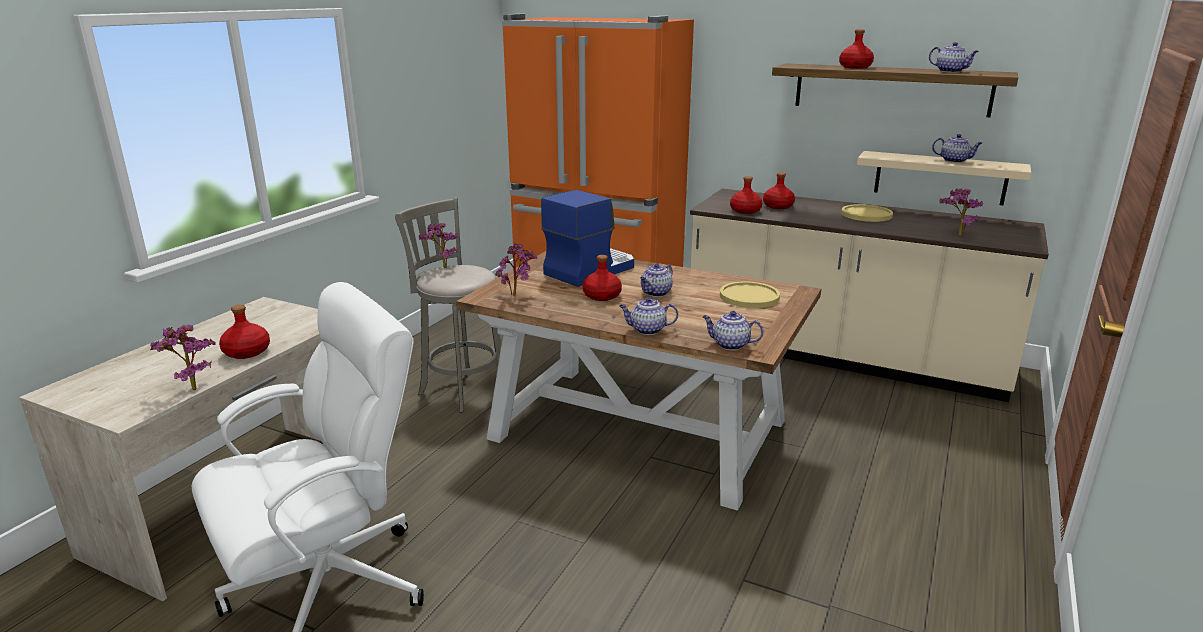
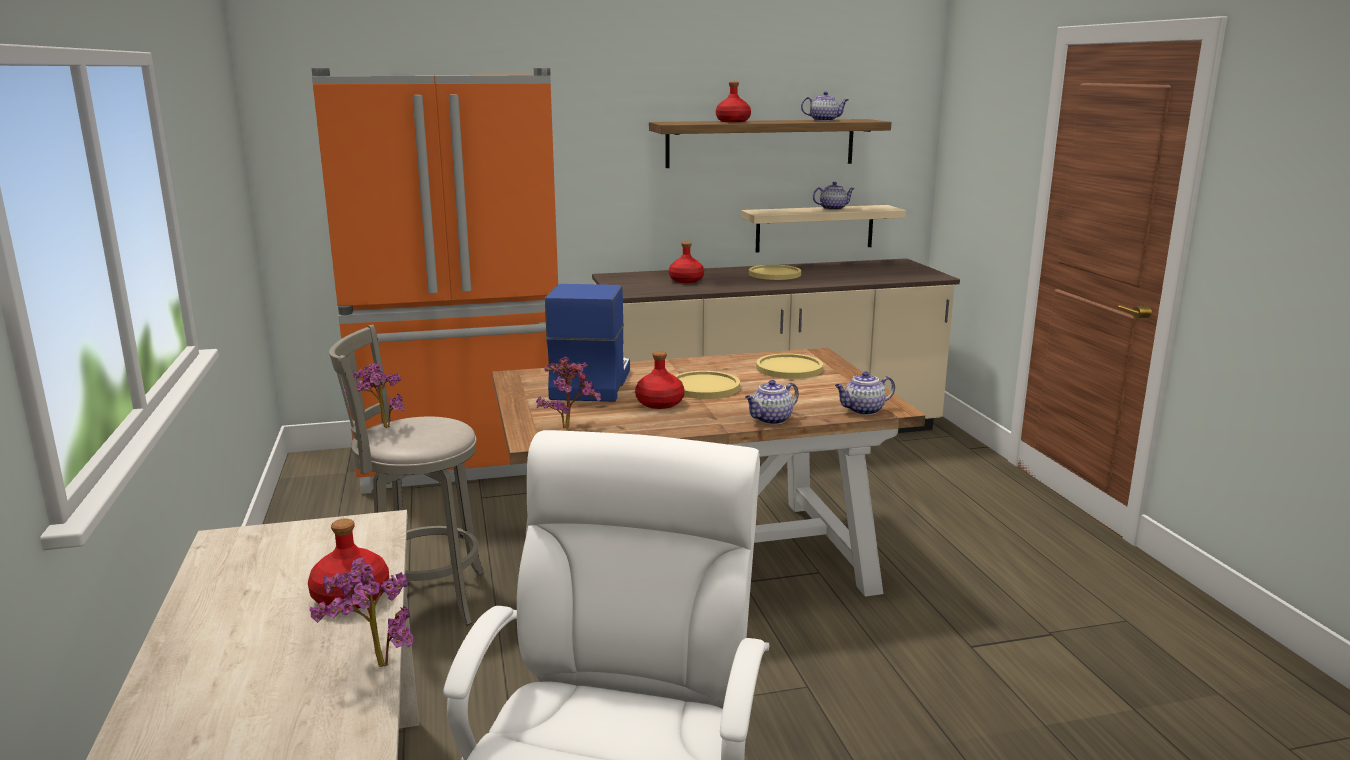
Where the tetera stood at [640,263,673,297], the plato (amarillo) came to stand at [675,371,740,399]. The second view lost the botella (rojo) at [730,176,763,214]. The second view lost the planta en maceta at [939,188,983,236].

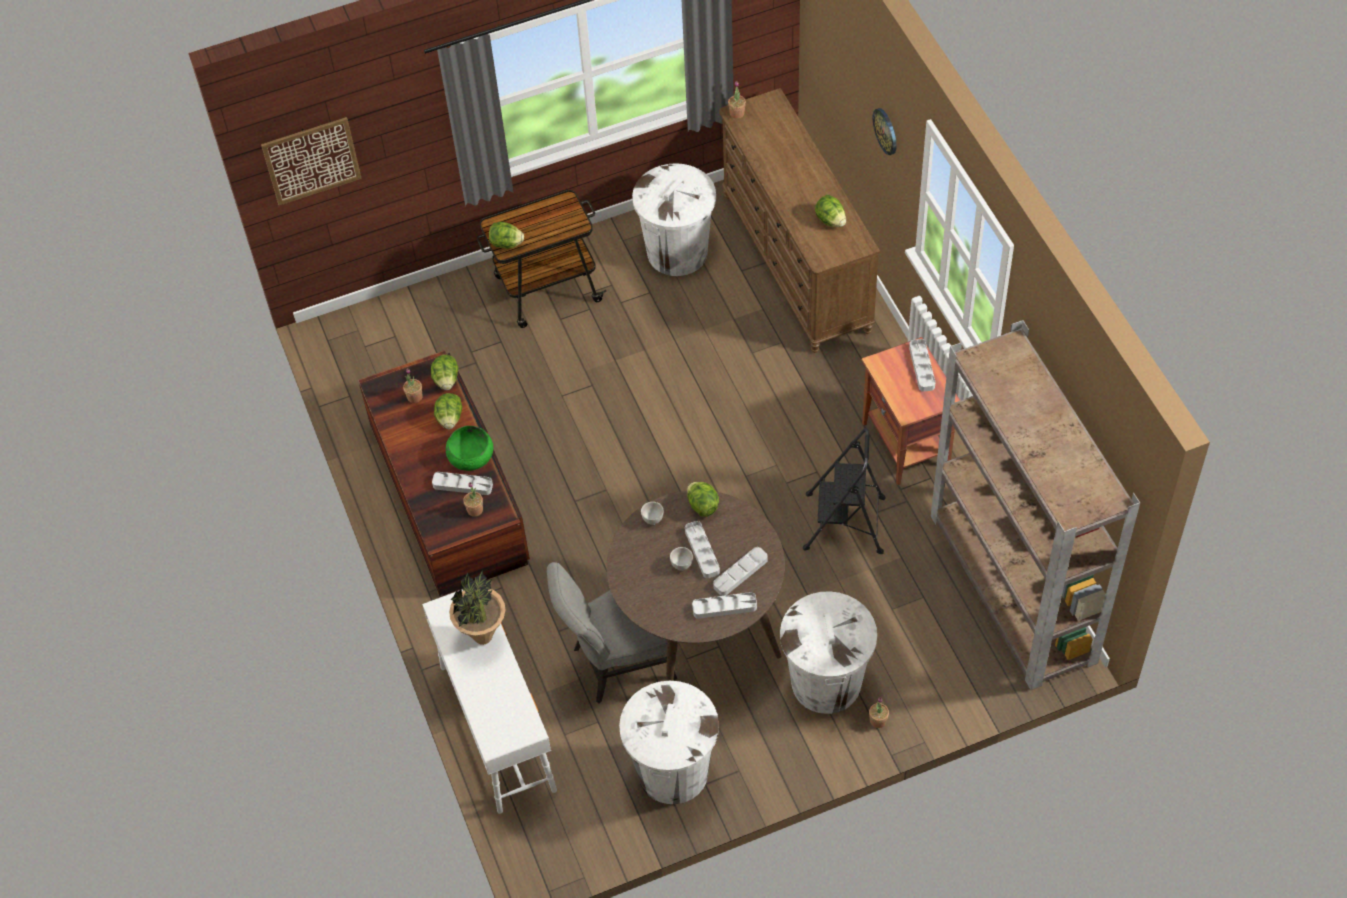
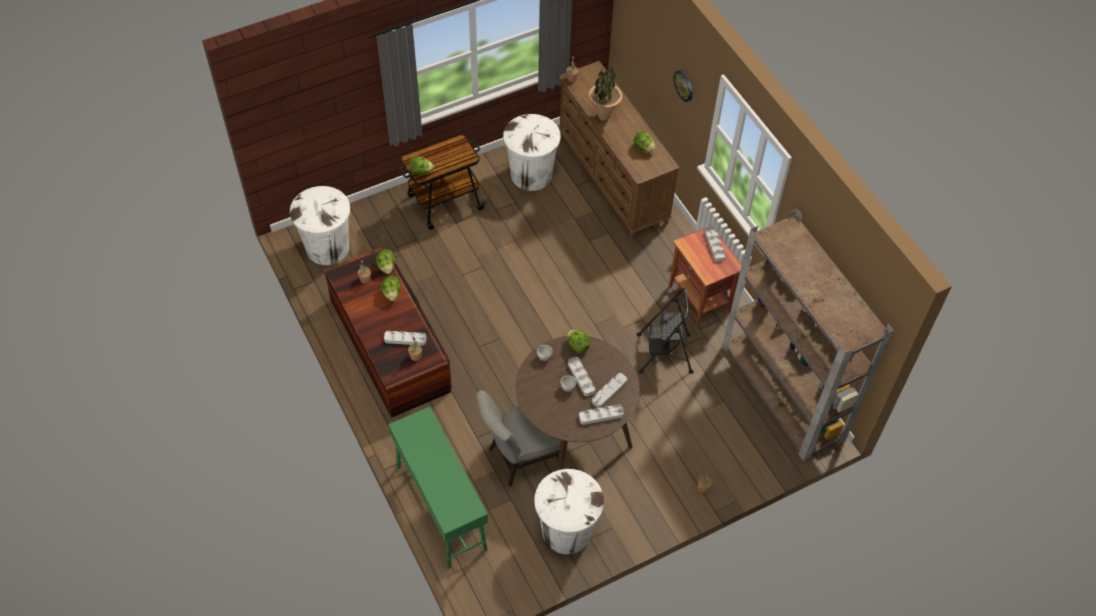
The papelera (blanco) ended up elsewhere, having gone from [780,591,877,714] to [290,186,350,265]. What was the mesa consola (blanco) at [422,589,557,814] turned into the mesa consola (verde) at [388,406,488,568]. The planta en maceta ended up elsewhere, having gone from [449,570,505,645] to [589,67,622,121]. The second view lost the cuadro at [261,117,362,205]. The second view lost the cuenco (verde) at [446,426,493,471].

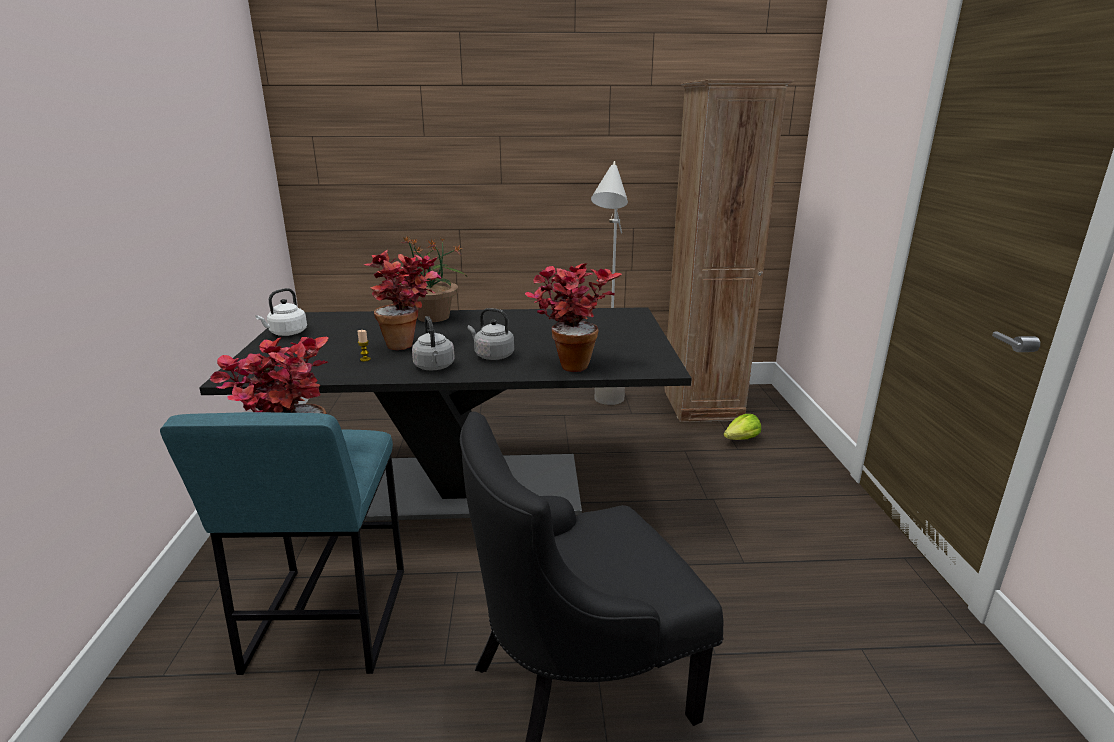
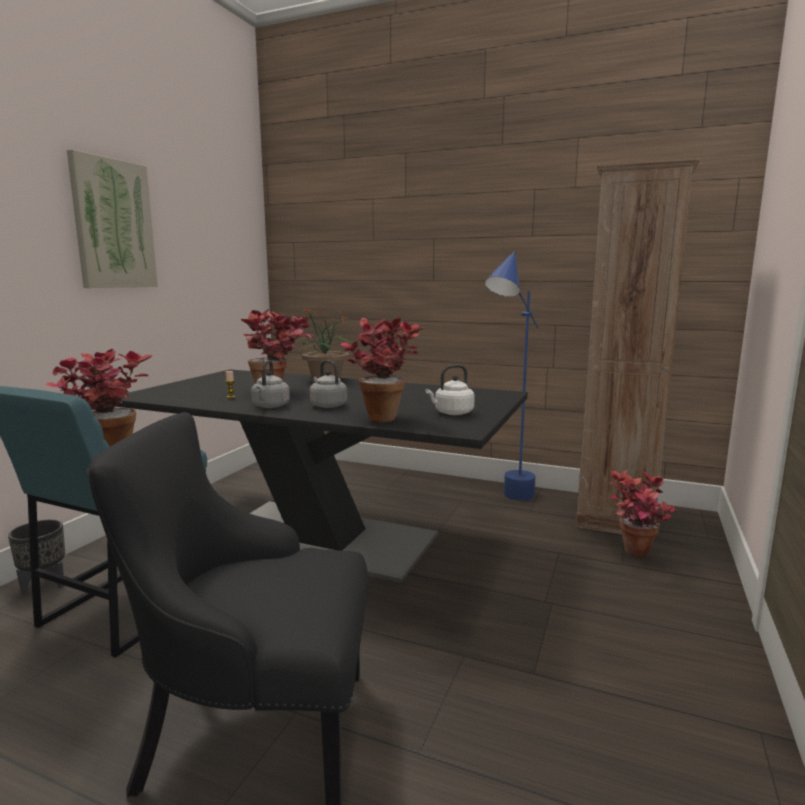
The second view gained the maceta (negro) at [8,520,65,595]. The second view gained the cuadro at [67,149,158,288]. The hervidor (blanco) ended up elsewhere, having gone from [255,288,307,336] to [426,365,475,415]. What was the lámpara de pie (gris) at [591,161,628,405] turned into the lámpara de pie (azul) at [485,251,538,501]. Where the lechuga stood at [724,414,761,440], the planta en maceta came to stand at [610,470,678,557].

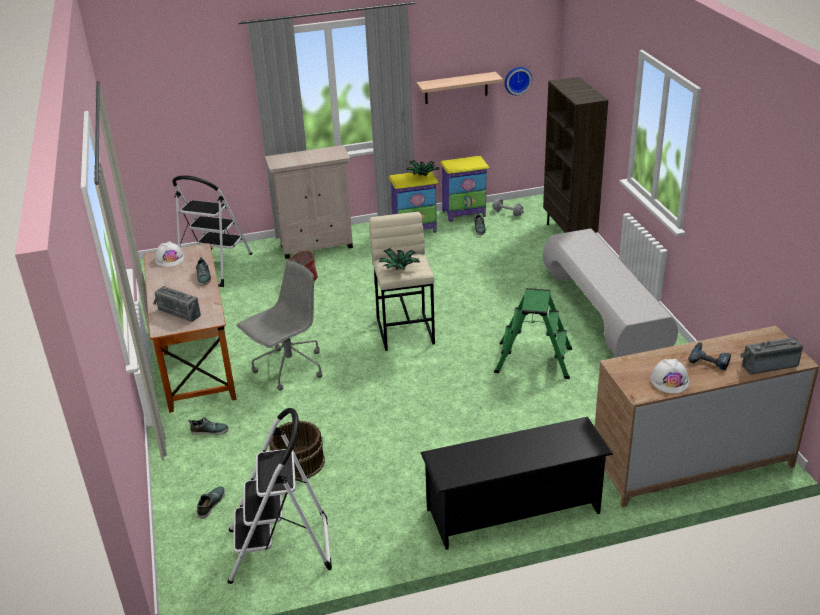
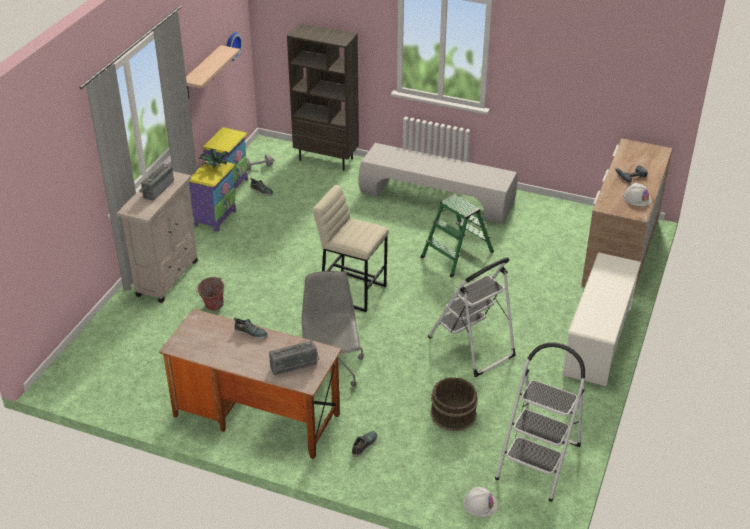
The radio ended up elsewhere, having gone from [740,337,803,374] to [139,164,174,200]. The escalera de tijera ended up elsewhere, having gone from [173,175,252,287] to [428,257,515,377]. The casco (blanco) ended up elsewhere, having gone from [155,241,184,267] to [463,487,498,517]. What was the zapatero (negro) at [421,417,613,550] turned into the zapatero (blanco) at [562,252,641,386]. The second view lost the zapato at [197,486,225,519]. The second view lost the planta en maceta at [379,248,420,270].

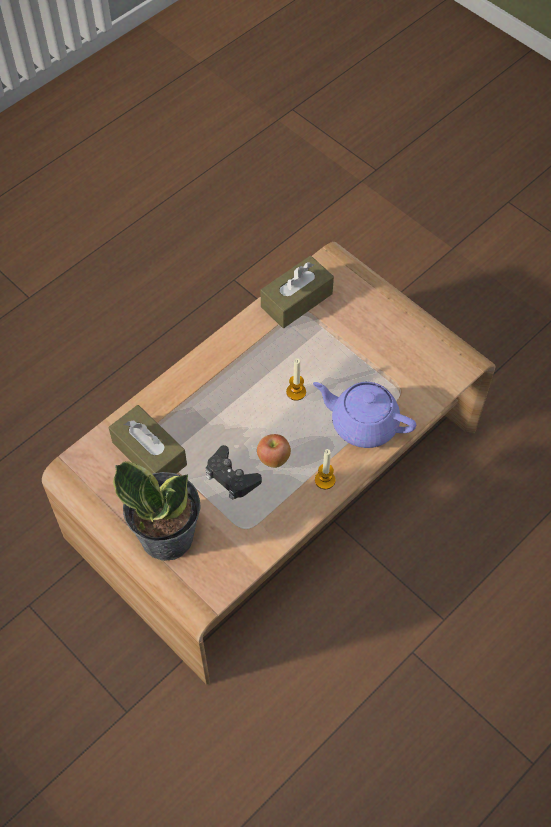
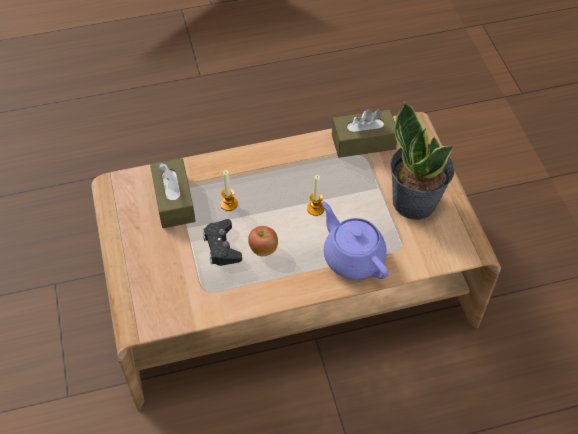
The vela ended up elsewhere, having gone from [315,449,335,489] to [220,170,238,211]. The planta en maceta ended up elsewhere, having gone from [113,461,201,561] to [390,102,455,220].

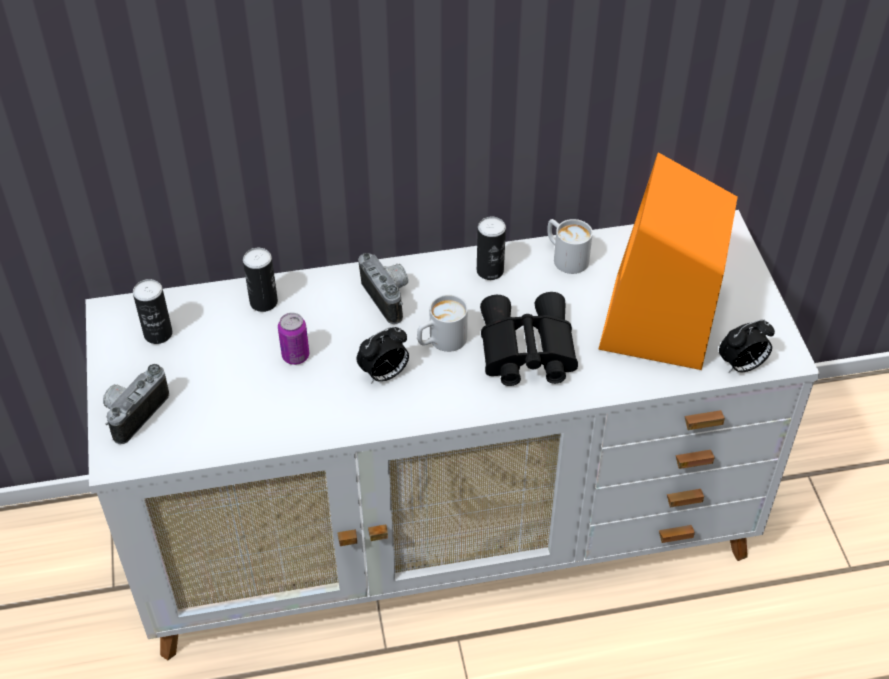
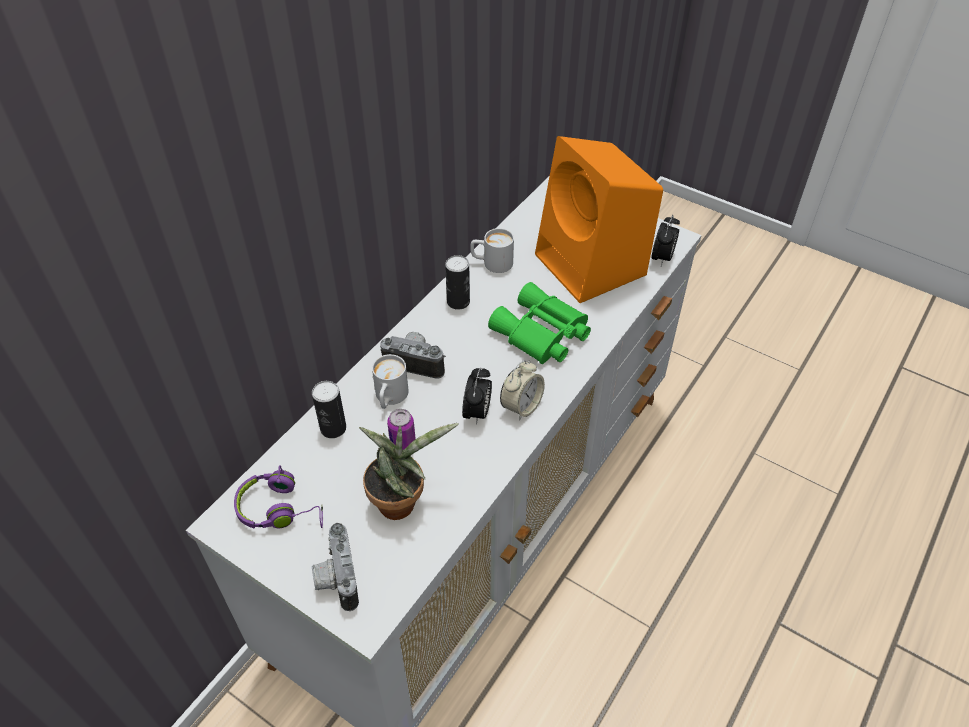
Where the lata stood at [133,279,173,344], the auriculares (morado) came to stand at [234,465,323,529]. The second view gained the planta en maceta at [359,423,459,520]. The taza grande (blanco) ended up elsewhere, having gone from [417,294,468,352] to [372,354,408,409]. What was the prismáticos (negro) at [480,292,578,386] turned into the prismáticos (verde) at [488,282,591,364]. The second view gained the despertador at [500,360,545,420].

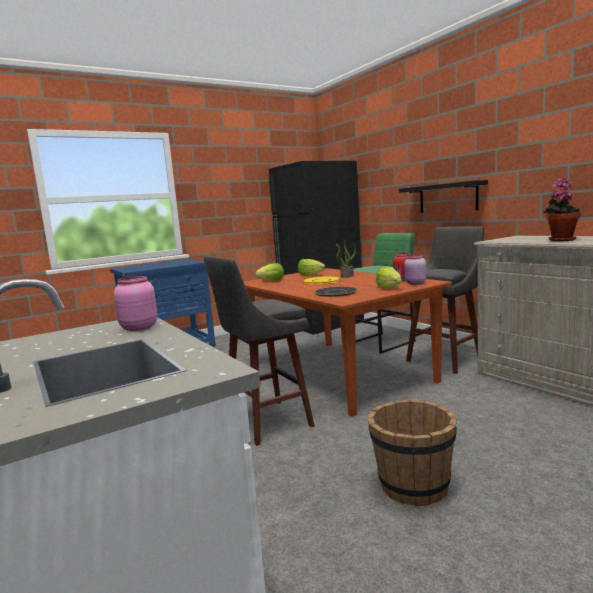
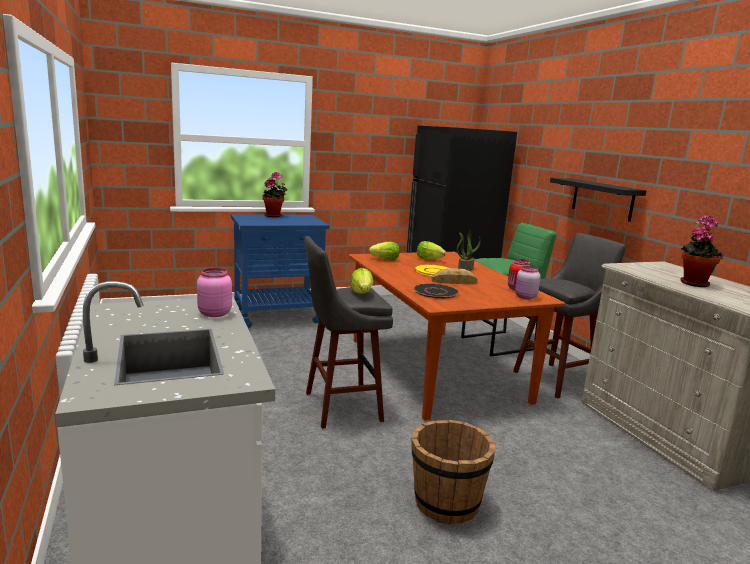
The second view gained the planta en maceta at [262,172,287,217]. The lechuga ended up elsewhere, having gone from [376,266,402,288] to [350,268,373,293]. The second view gained the pan at [431,268,477,284].

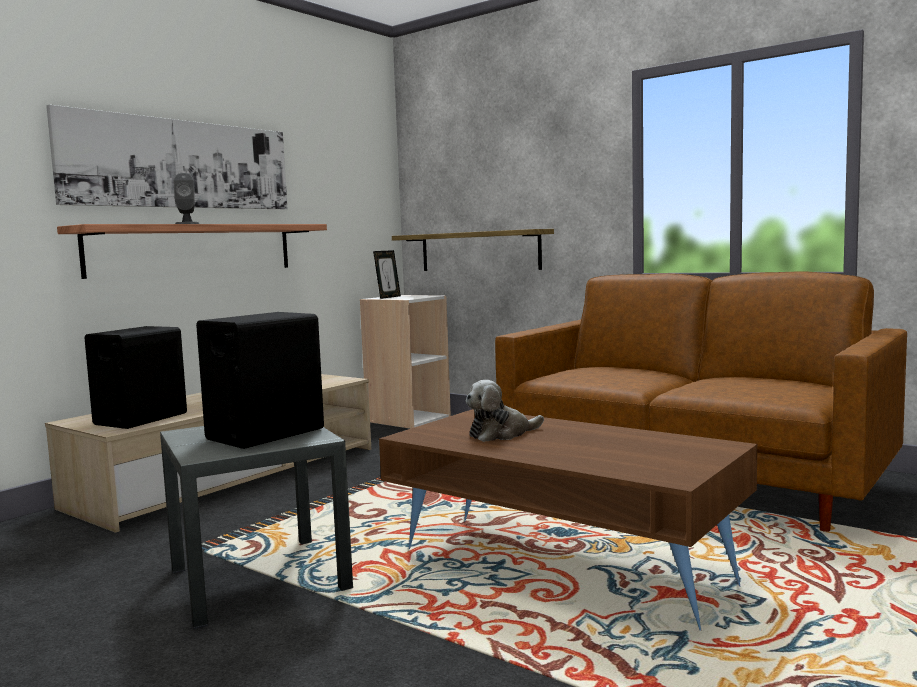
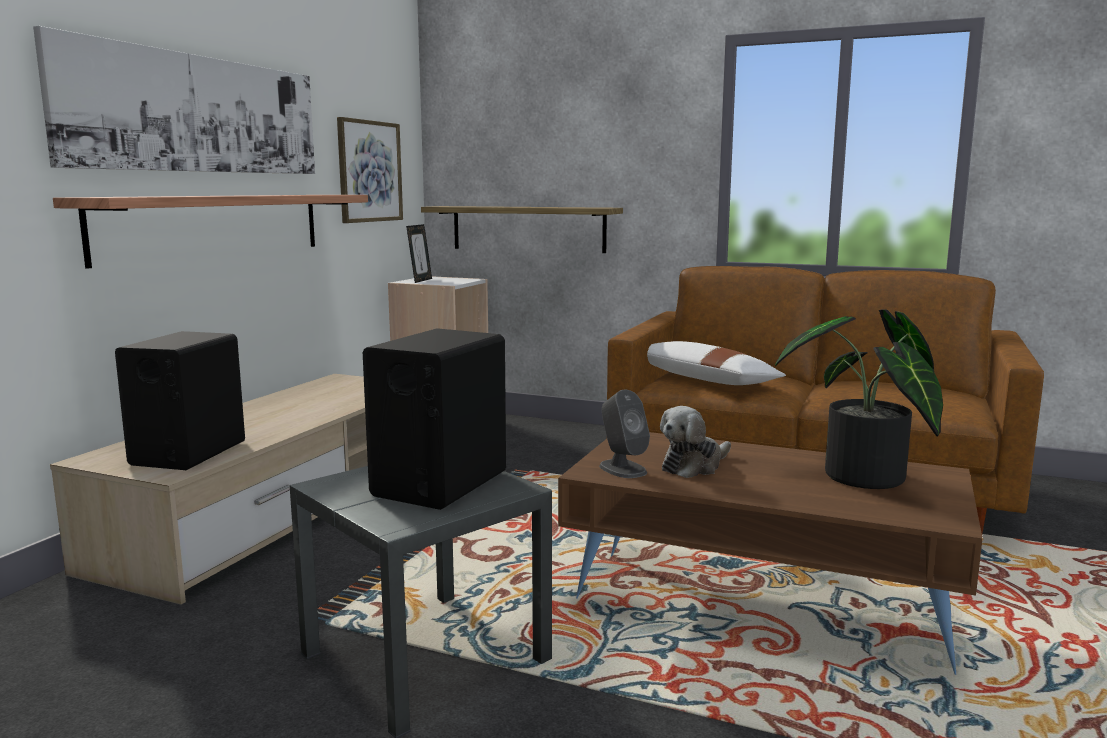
The second view gained the cuadro at [337,117,403,223]. The altavoz (gris) ended up elsewhere, having gone from [174,173,199,224] to [599,390,650,478]. The second view gained the cojín (blanco) at [647,341,786,385]. The second view gained the planta en maceta at [775,310,943,489].

